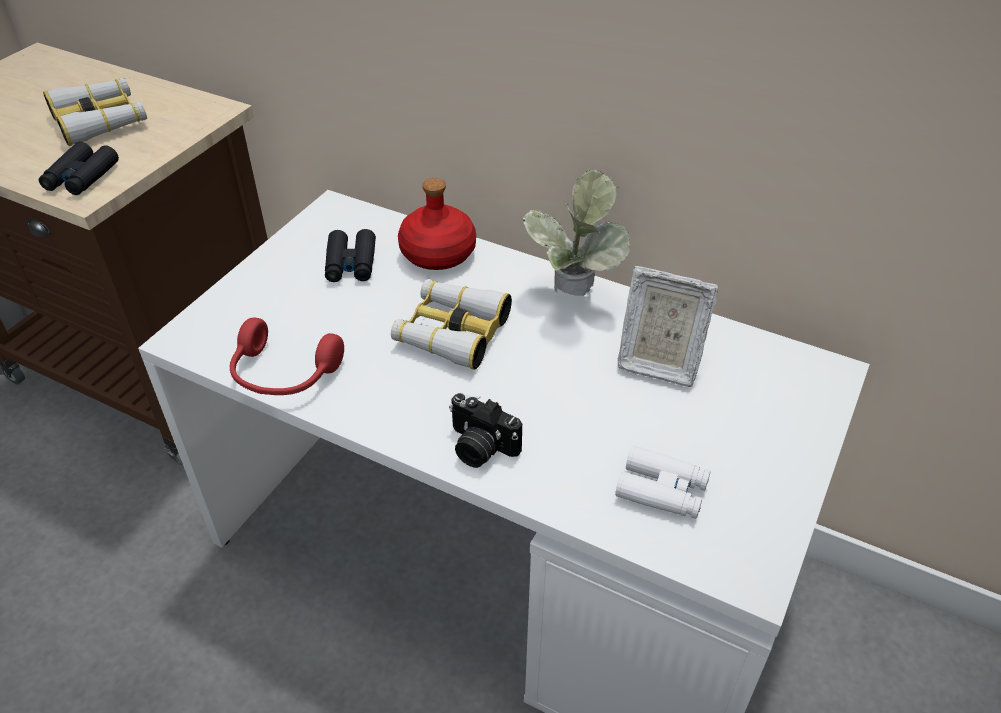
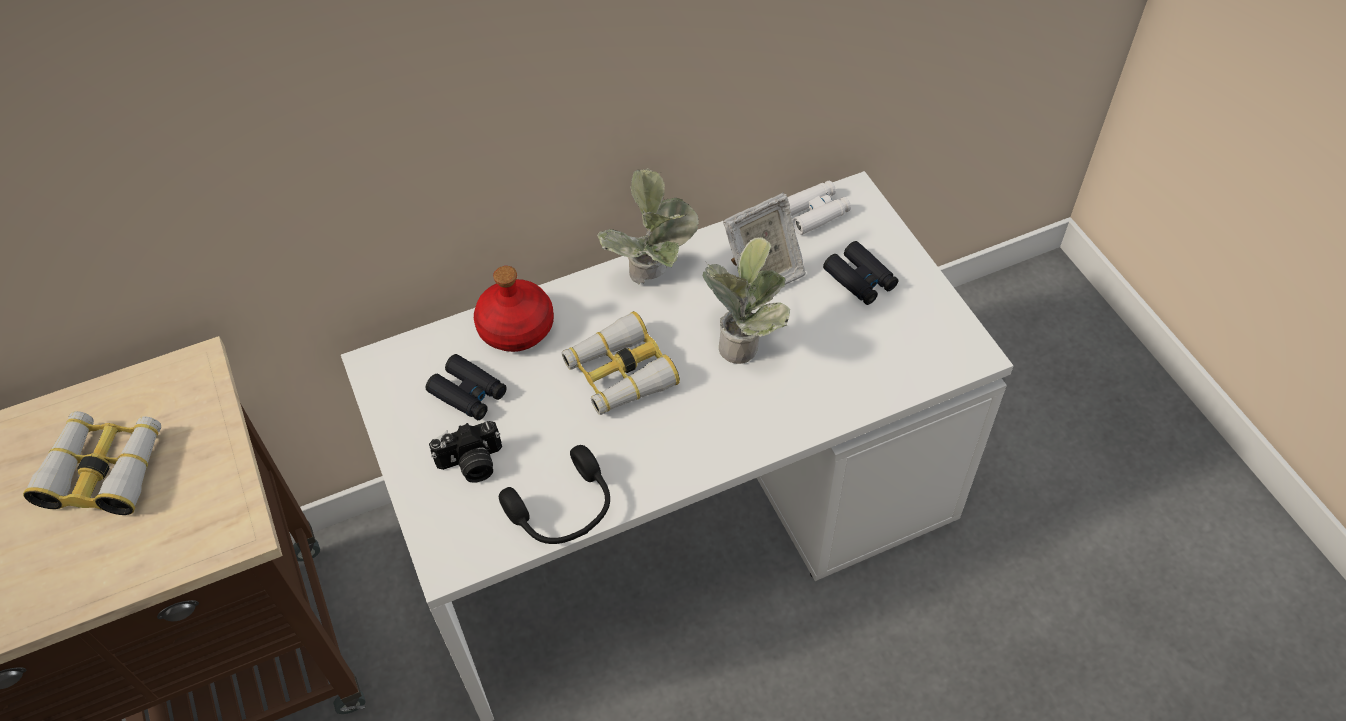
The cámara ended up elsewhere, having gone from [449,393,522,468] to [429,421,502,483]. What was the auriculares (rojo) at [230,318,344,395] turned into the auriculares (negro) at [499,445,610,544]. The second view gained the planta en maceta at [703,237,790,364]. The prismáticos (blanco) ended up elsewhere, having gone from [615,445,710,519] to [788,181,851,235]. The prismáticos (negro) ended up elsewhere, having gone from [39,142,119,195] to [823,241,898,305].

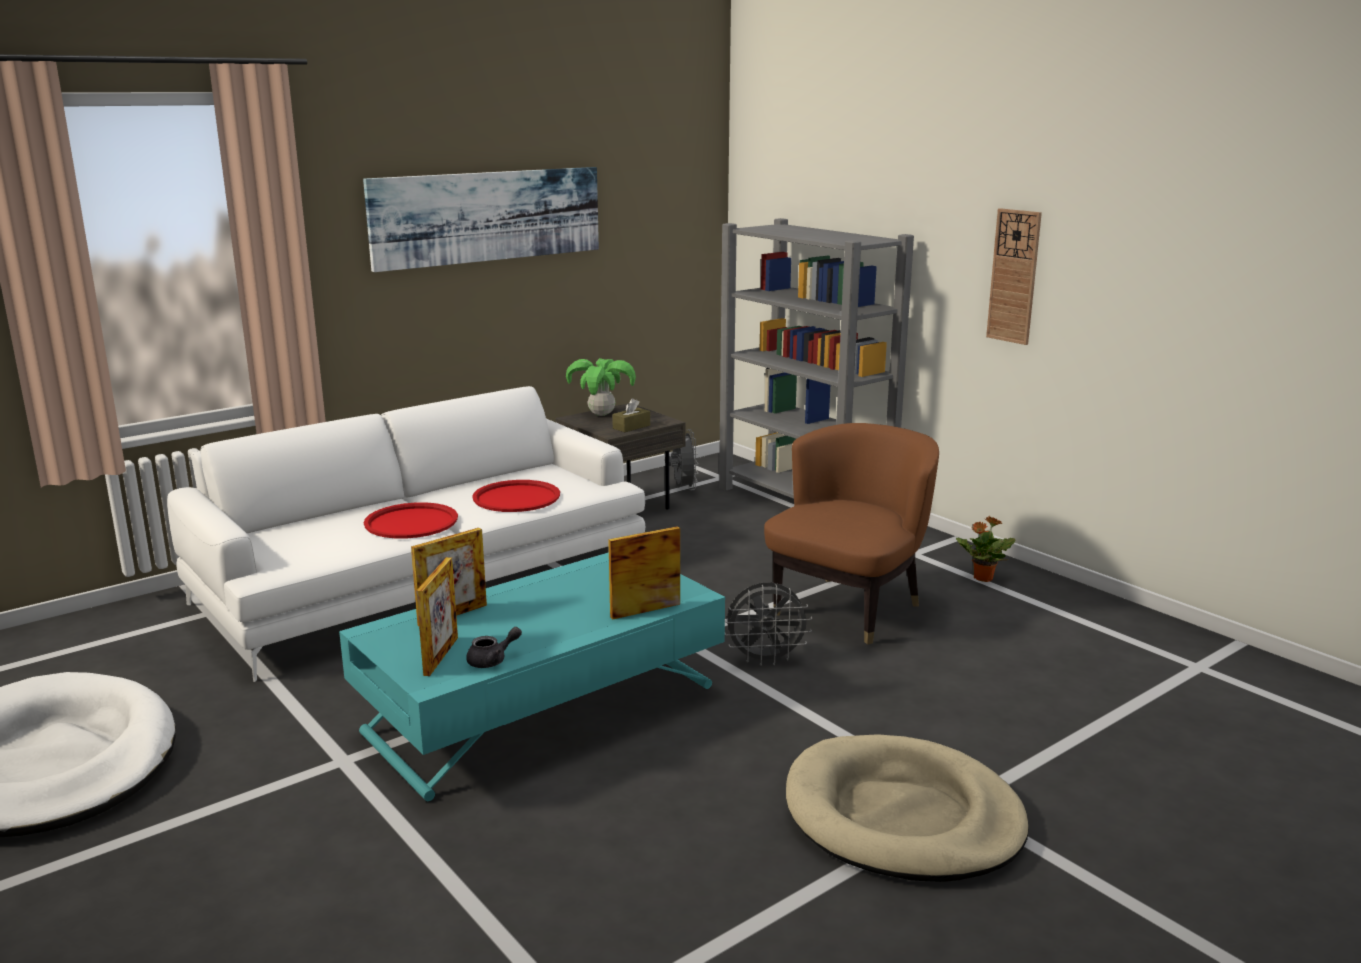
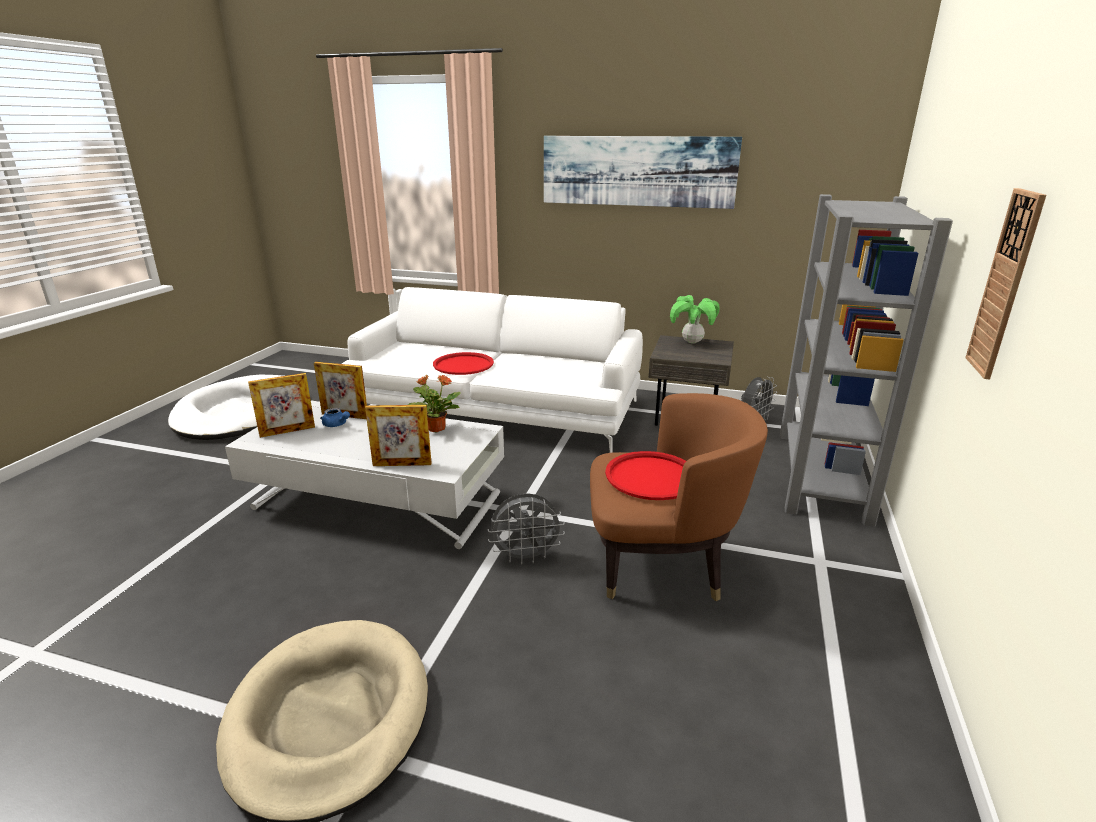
What was the mesa de centro (turquesa) at [339,552,725,801] turned into the mesa de centro (blanco) at [225,401,504,549]. The second view gained the tetera (azul) at [320,408,350,427]. The portarretratos at [608,526,680,619] ended up facing another way, 150 degrees clockwise from before. The planta en maceta ended up elsewhere, having gone from [956,516,1015,582] to [408,374,461,432]. The ventilador (gris) at [725,582,812,666] ended up facing another way, 60 degrees counterclockwise from before. The bandeja (rojo) ended up elsewhere, having gone from [472,480,560,512] to [605,451,686,500]. The second view lost the tetera (gris) at [466,627,522,668]. The second view lost the caja de pañuelos (marrón) at [612,398,650,432].

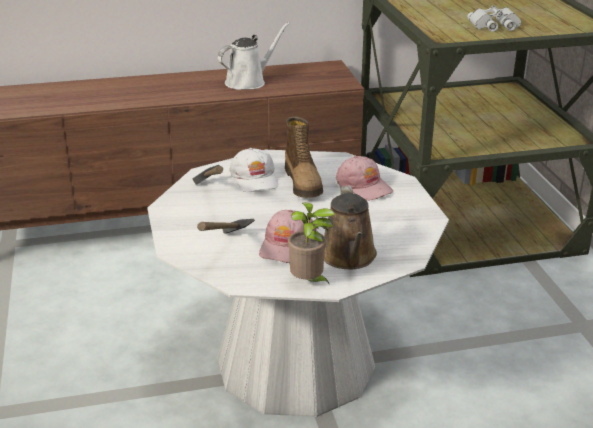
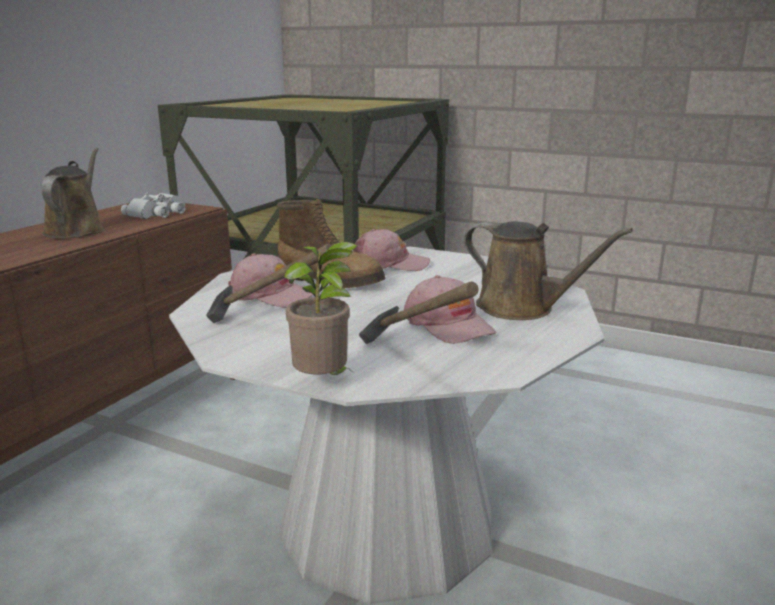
What was the regadera (blanco) at [218,22,290,90] turned into the regadera (marrón) at [41,148,105,239]. The prismáticos (blanco) ended up elsewhere, having gone from [467,5,521,32] to [121,192,186,219]. What was the gorra (blanco) at [229,148,278,192] turned into the gorra (rosa) at [228,253,313,308]. The planta en maceta ended up elsewhere, having gone from [288,202,335,285] to [284,242,357,375].

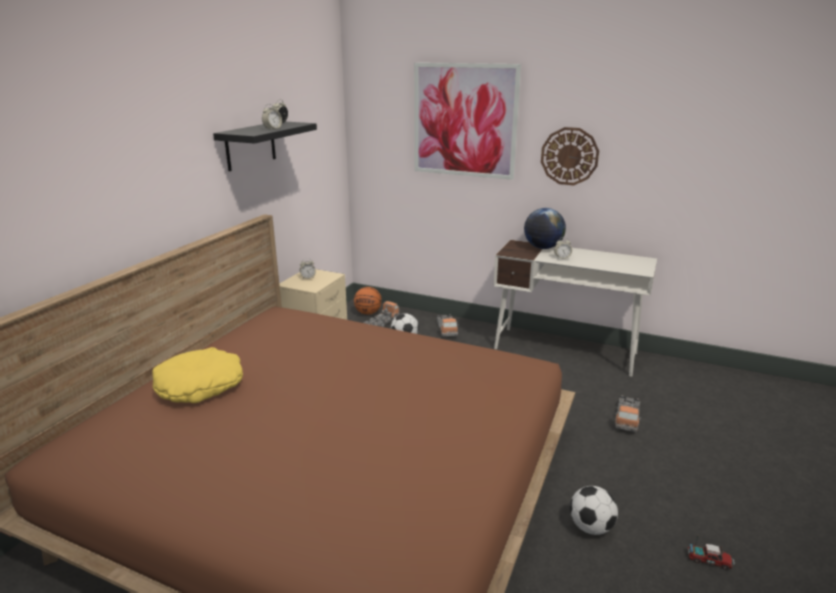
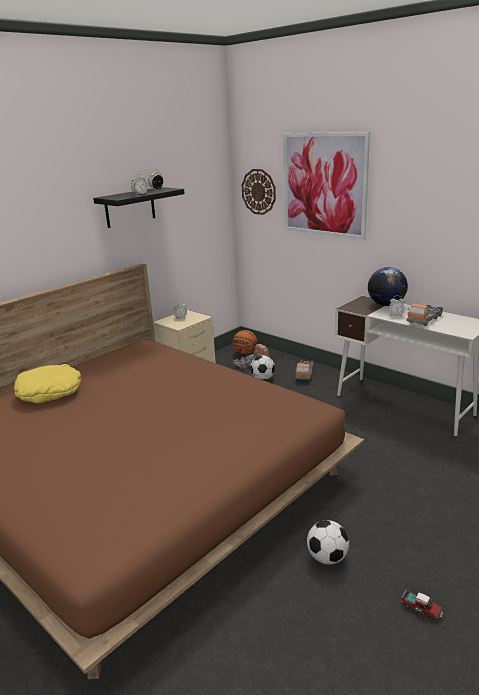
The reloj de pared ended up elsewhere, having gone from [541,127,599,185] to [242,169,276,215]. The camión de juguete ended up elsewhere, having gone from [615,395,641,432] to [406,303,443,326].

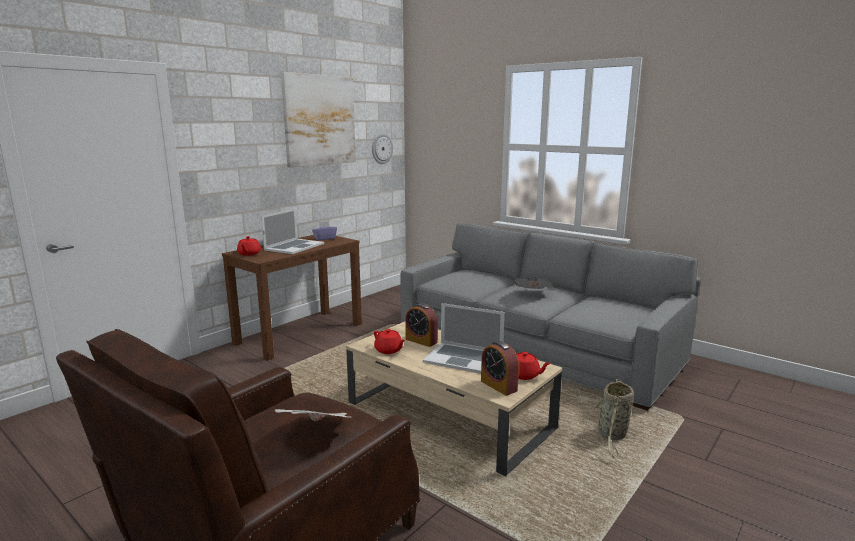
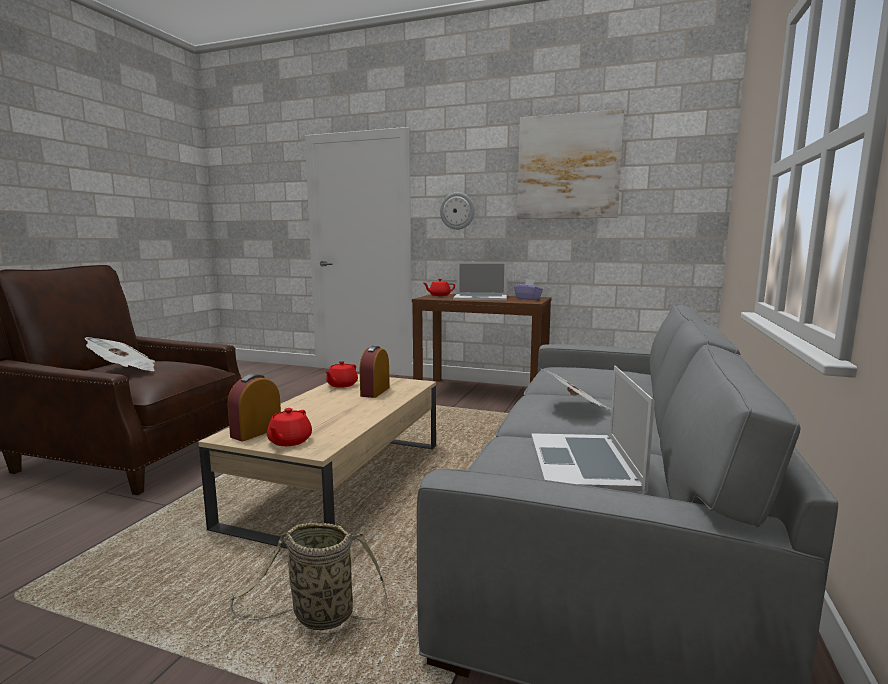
The reloj de pared ended up elsewhere, having gone from [372,133,393,164] to [440,192,475,230]. The portátil ended up elsewhere, having gone from [423,303,505,374] to [531,366,655,492].

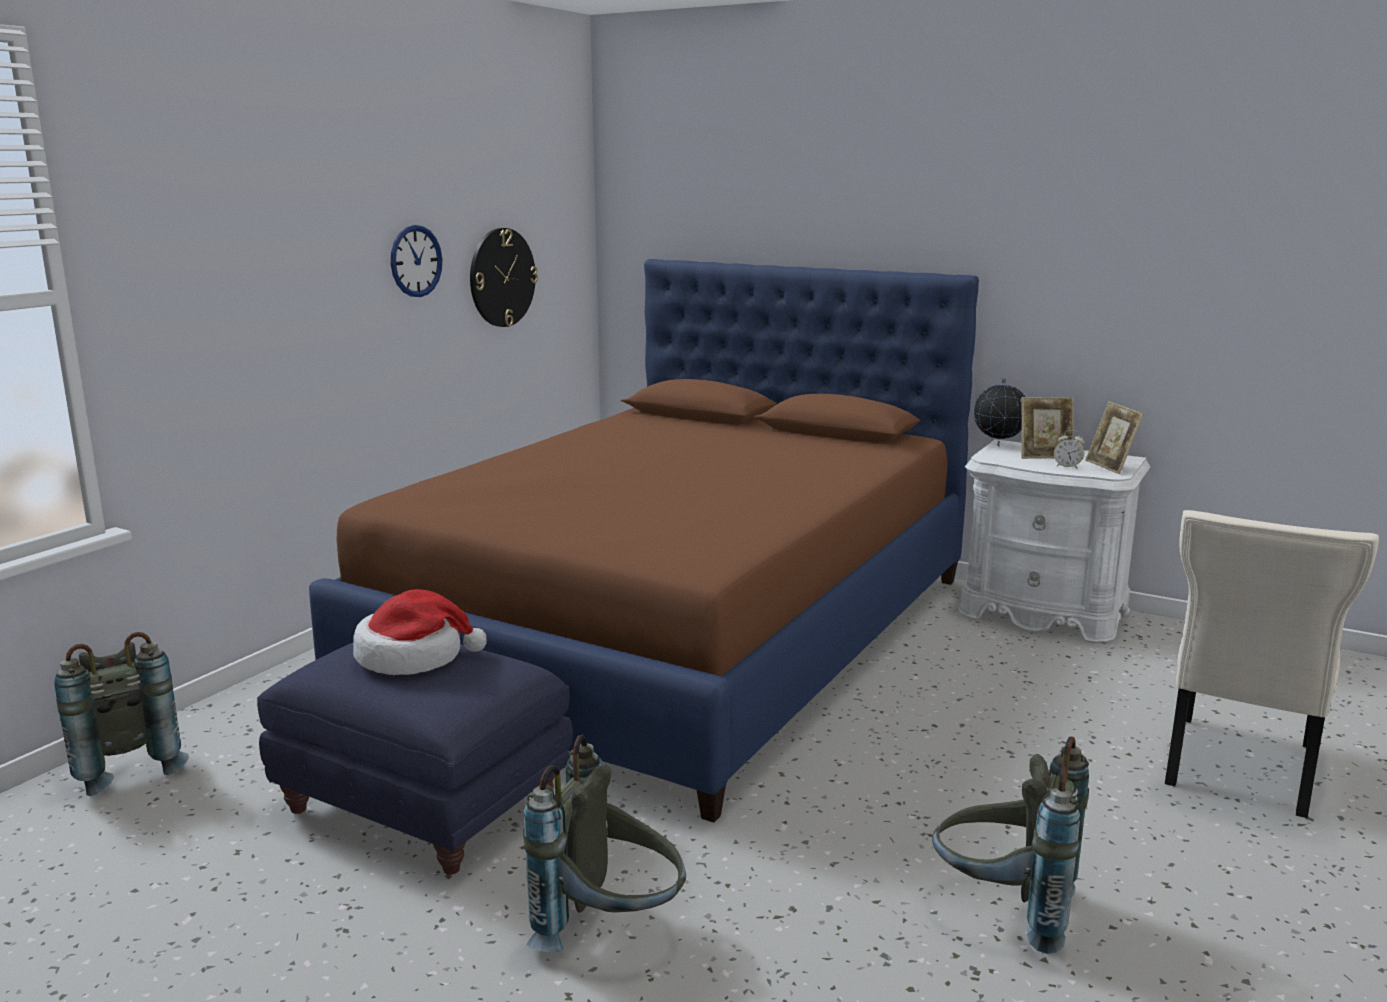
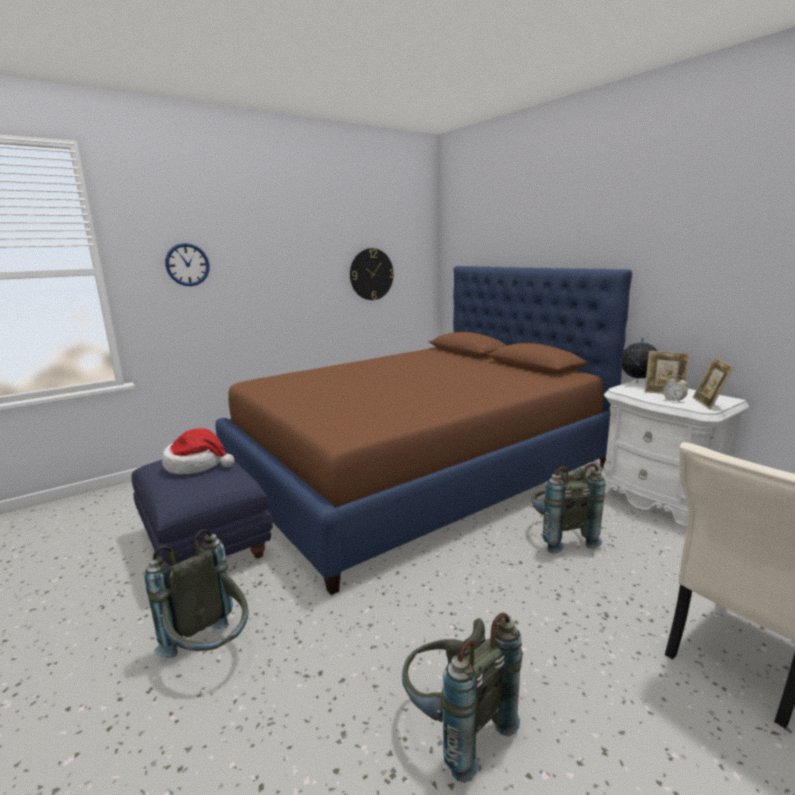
The reloj de pared ended up elsewhere, having gone from [391,225,442,297] to [165,243,209,286]. The mochila (gris) ended up elsewhere, having gone from [54,632,189,796] to [531,463,605,554].

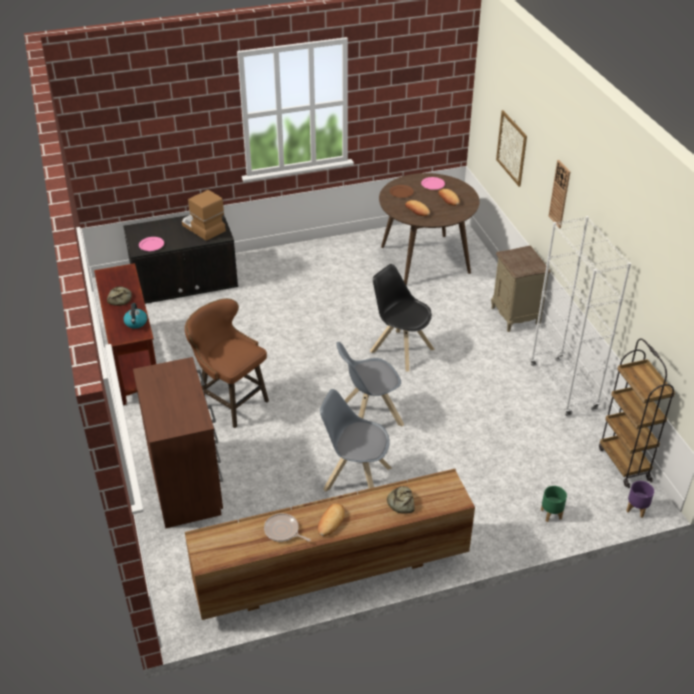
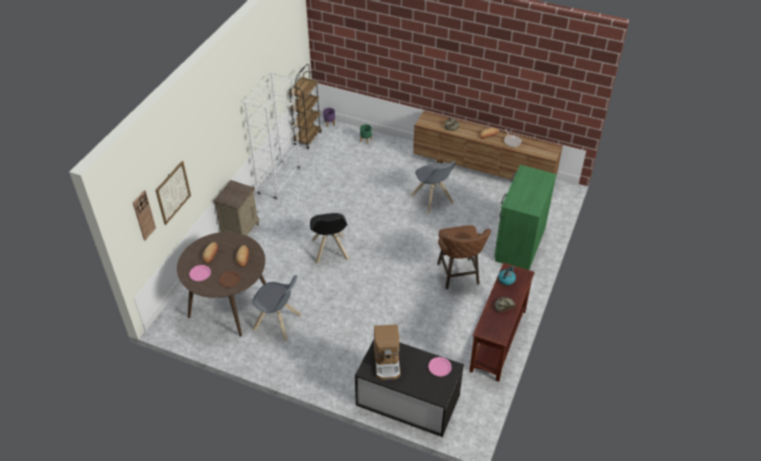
The reloj de pared ended up elsewhere, having gone from [549,160,570,228] to [133,190,156,241]. The silla (gris) ended up elsewhere, having gone from [336,342,404,426] to [252,275,301,341]. What was the cómoda (marrón) at [133,357,223,528] turned into the cómoda (verde) at [494,165,556,270].

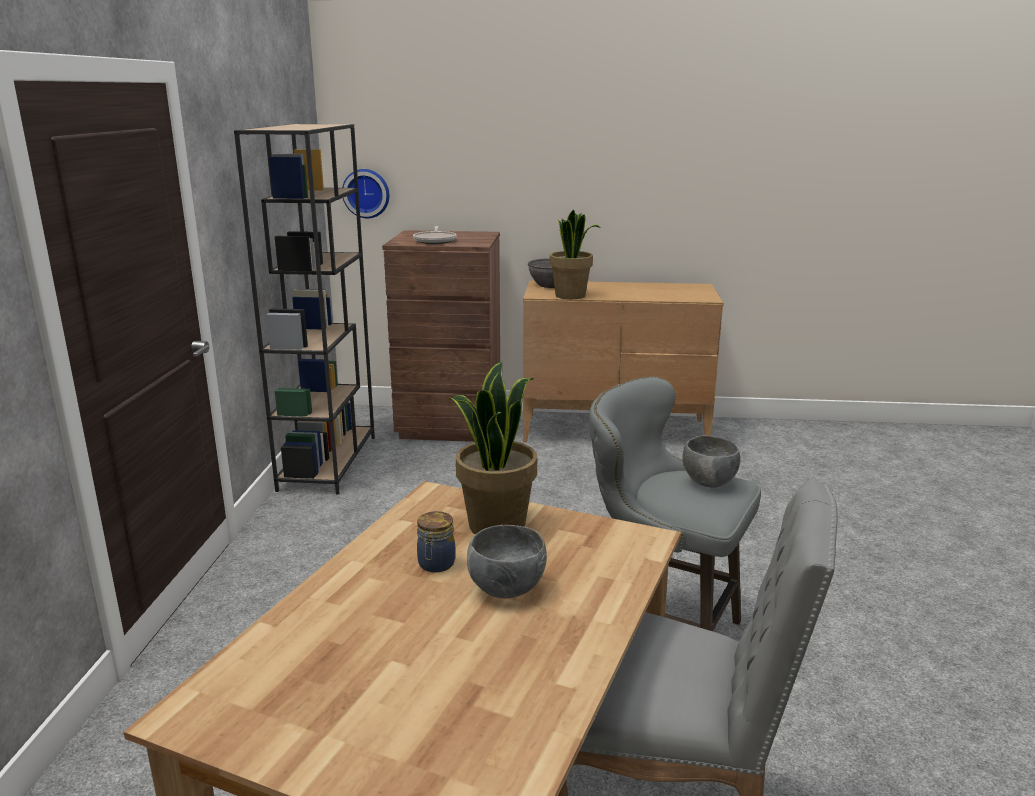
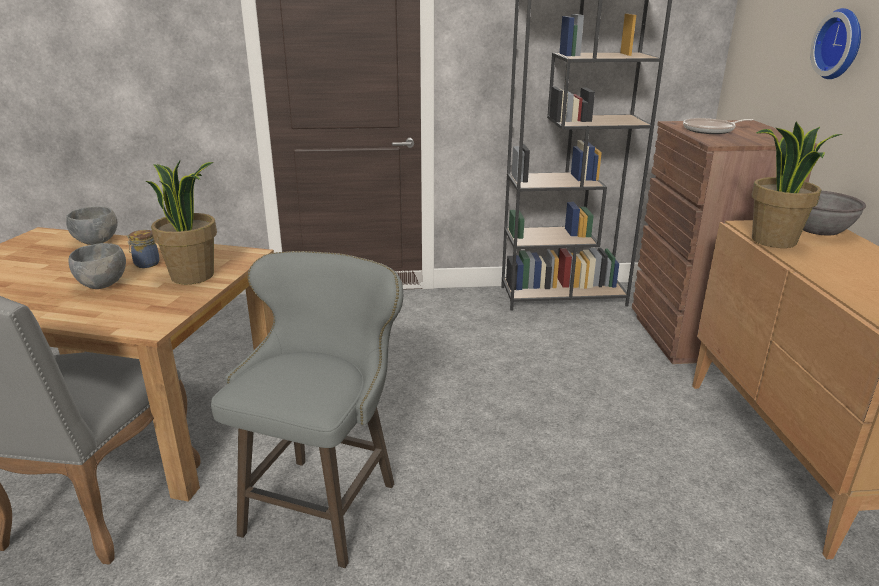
The cuenco (gris) ended up elsewhere, having gone from [682,435,740,488] to [66,206,118,245]. The reloj de pared ended up elsewhere, having gone from [342,169,389,218] to [810,8,861,79].

